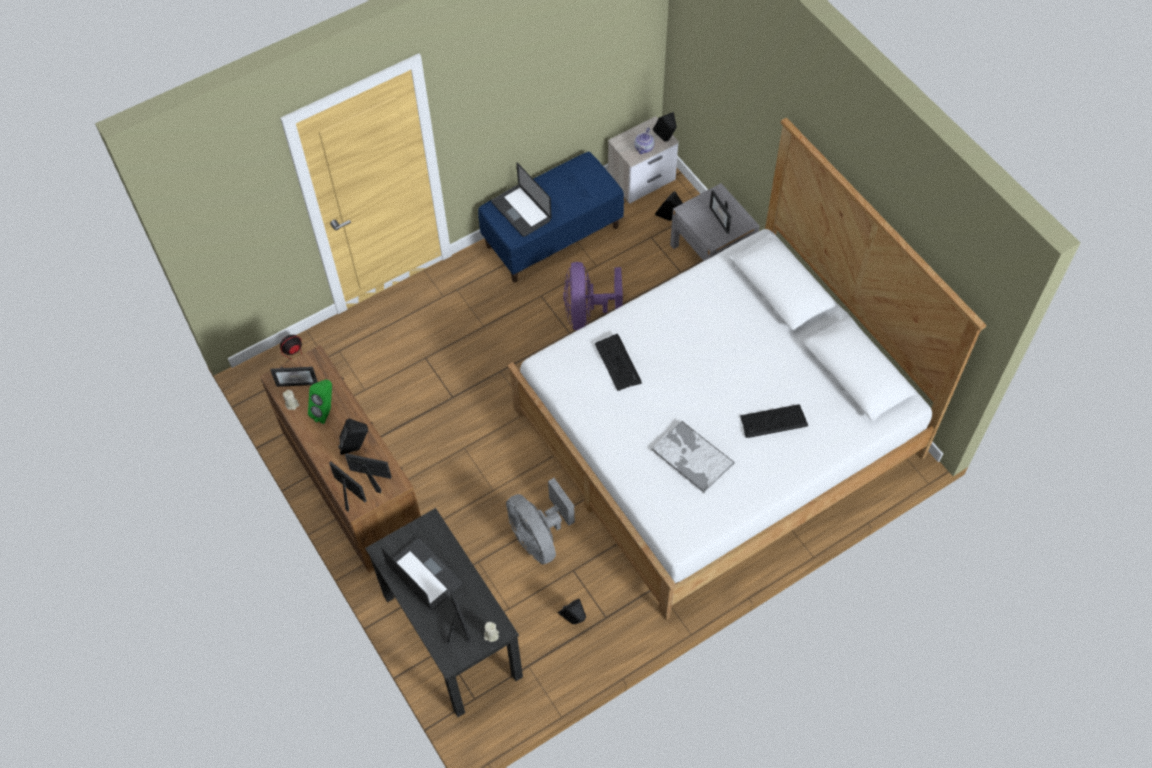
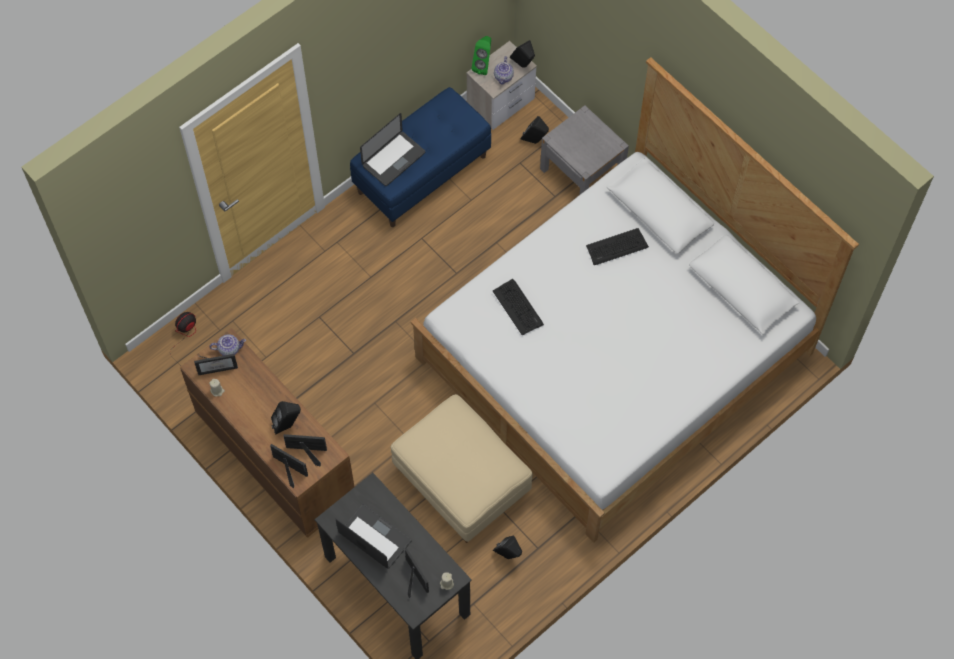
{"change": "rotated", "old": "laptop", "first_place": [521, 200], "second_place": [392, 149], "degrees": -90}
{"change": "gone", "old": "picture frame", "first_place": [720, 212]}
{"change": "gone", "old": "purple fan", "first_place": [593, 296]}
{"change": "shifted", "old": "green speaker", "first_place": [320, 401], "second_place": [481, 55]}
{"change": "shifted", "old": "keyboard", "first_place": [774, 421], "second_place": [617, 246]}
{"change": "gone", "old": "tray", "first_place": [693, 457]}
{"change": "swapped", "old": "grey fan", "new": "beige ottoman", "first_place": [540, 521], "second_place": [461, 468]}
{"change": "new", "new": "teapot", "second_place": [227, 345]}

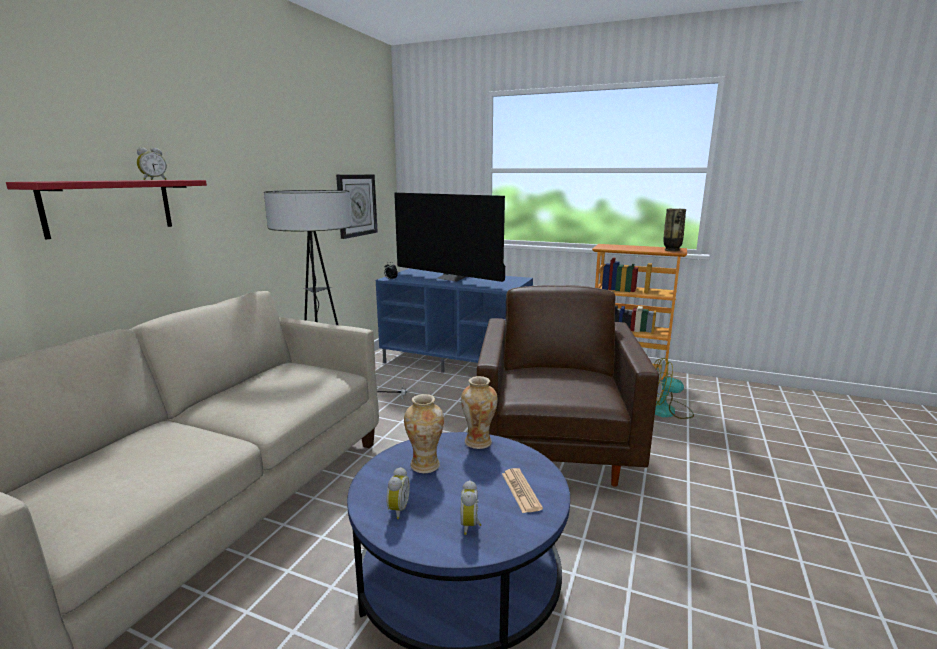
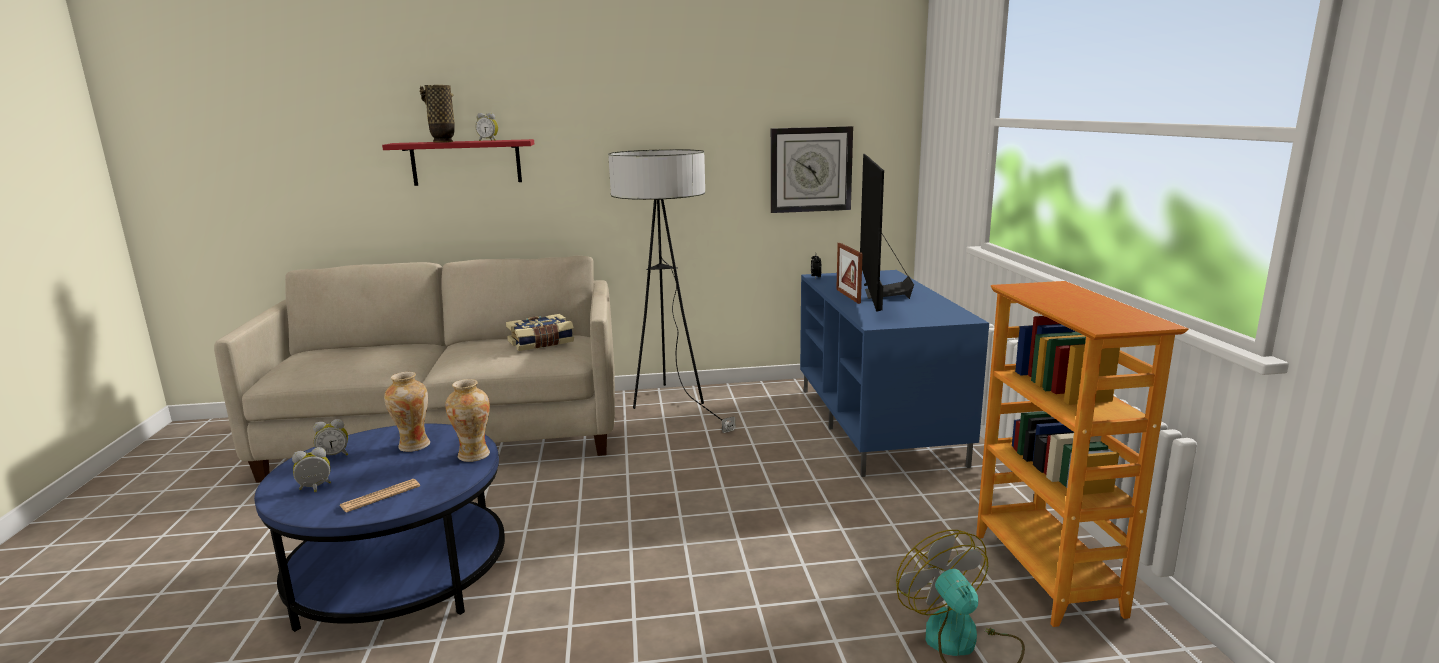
{"change": "shifted", "old": "vase", "first_place": [674, 230], "second_place": [437, 113]}
{"change": "gone", "old": "brown armchair", "first_place": [568, 386]}
{"change": "new", "new": "picture frame", "second_place": [849, 273]}
{"change": "new", "new": "book", "second_place": [540, 332]}

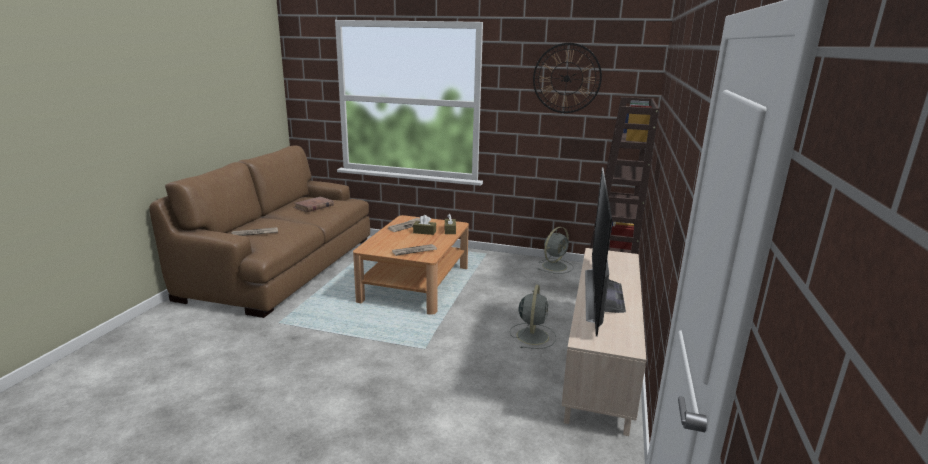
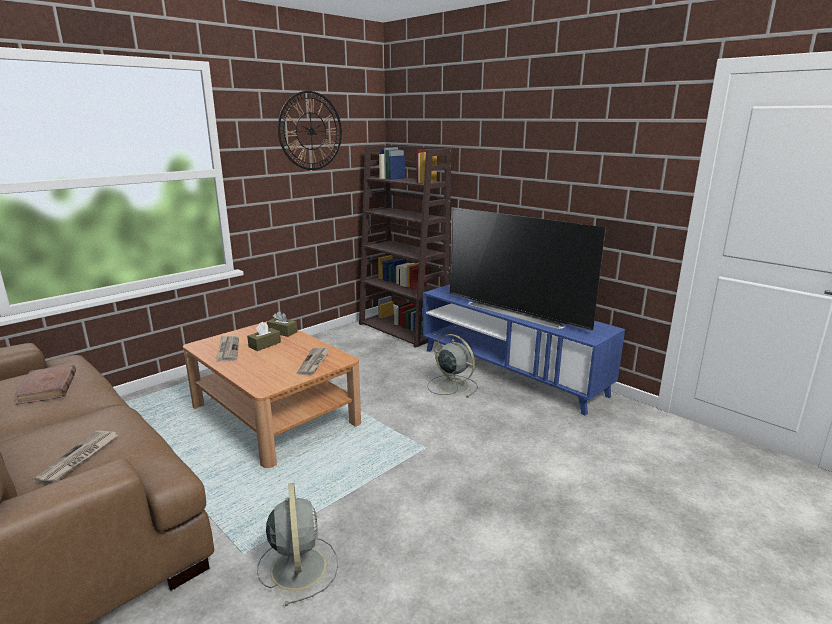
{"change": "shifted", "old": "grey fan", "first_place": [556, 250], "second_place": [297, 544]}
{"change": "repainted", "old": "beige tv stand", "new": "blue tv stand", "first_place": [603, 342], "second_place": [524, 350]}

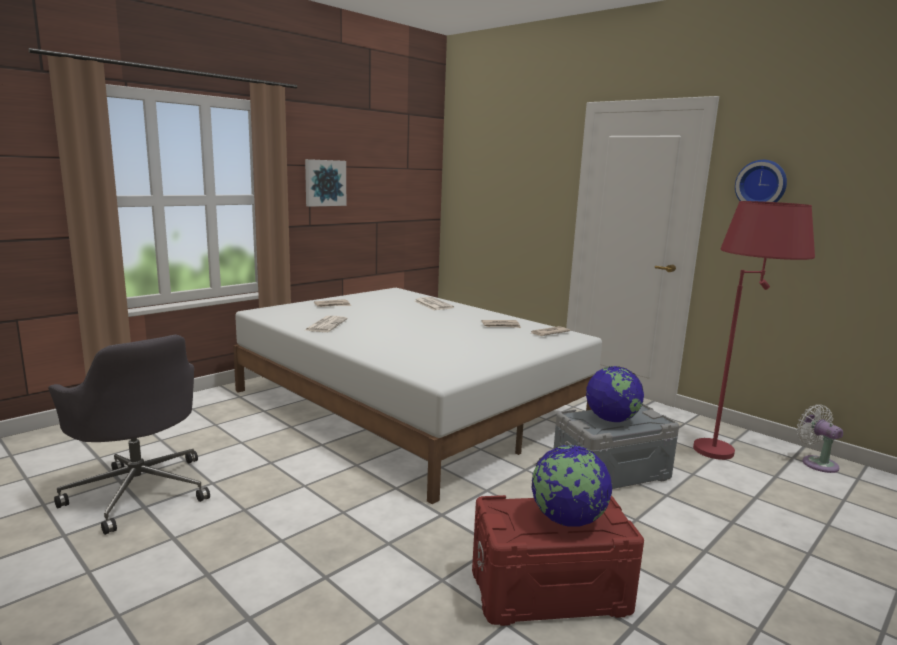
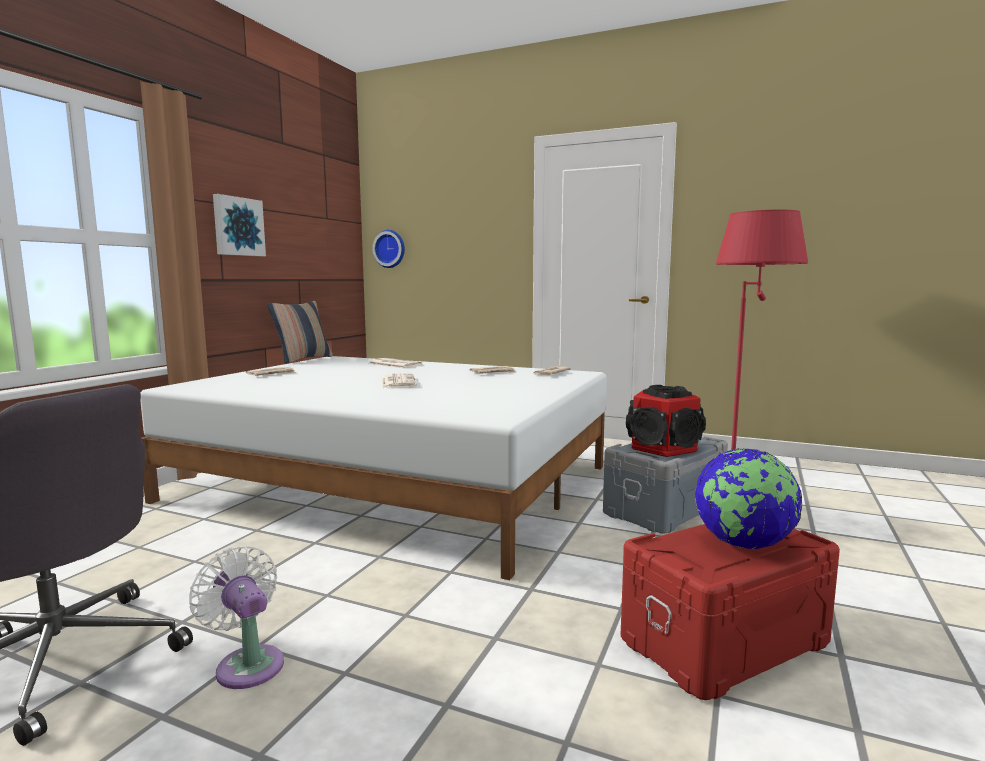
{"change": "shifted", "old": "wall clock", "first_place": [761, 181], "second_place": [388, 249]}
{"change": "shifted", "old": "newspaper", "first_place": [326, 324], "second_place": [399, 381]}
{"change": "swapped", "old": "globe", "new": "speaker", "first_place": [615, 394], "second_place": [666, 421]}
{"change": "shifted", "old": "white fan", "first_place": [819, 439], "second_place": [236, 617]}
{"change": "new", "new": "pillow", "second_place": [300, 332]}

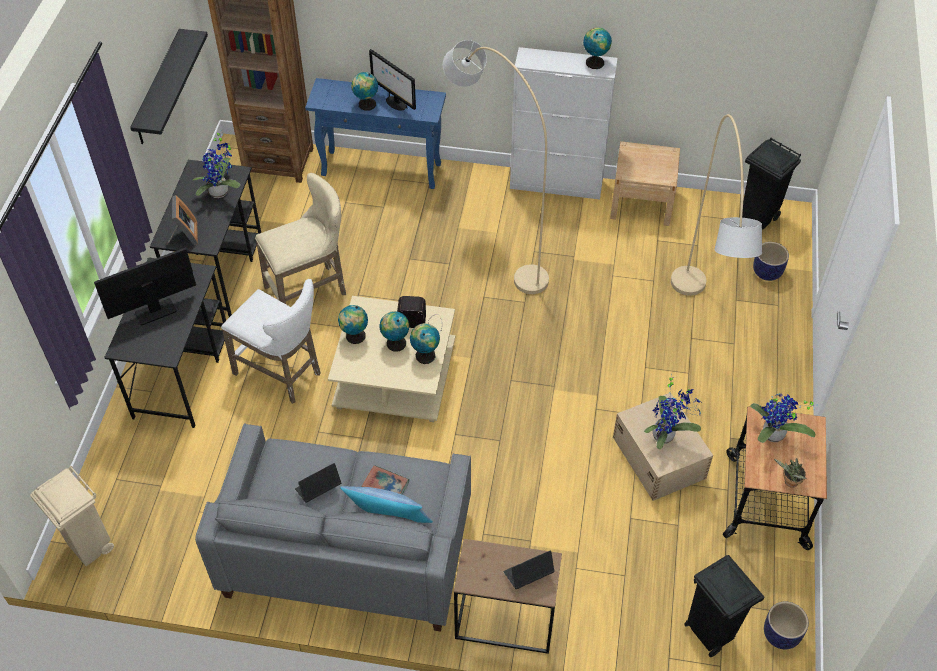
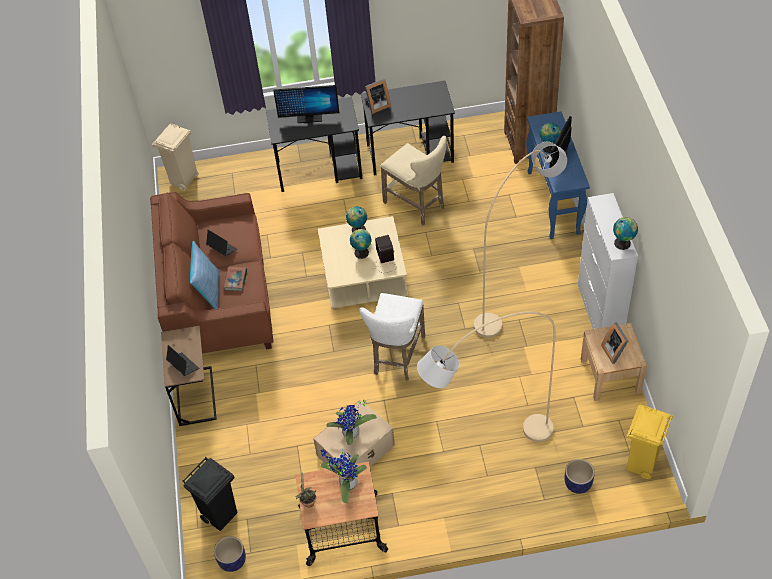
{"change": "gone", "old": "black shelf", "first_place": [169, 86]}
{"change": "gone", "old": "potted plant", "first_place": [216, 164]}
{"change": "repainted", "old": "black trash can", "new": "yellow trash can", "first_place": [771, 183], "second_place": [650, 442]}
{"change": "rotated", "old": "monitor", "first_place": [145, 286], "second_place": [306, 104], "degrees": 135}
{"change": "shifted", "old": "white stool", "first_place": [271, 341], "second_place": [392, 337]}
{"change": "gone", "old": "globe", "first_place": [425, 343]}
{"change": "repainted", "old": "grey sofa", "new": "brown sofa", "first_place": [333, 527], "second_place": [212, 273]}
{"change": "new", "new": "picture frame", "second_place": [614, 343]}

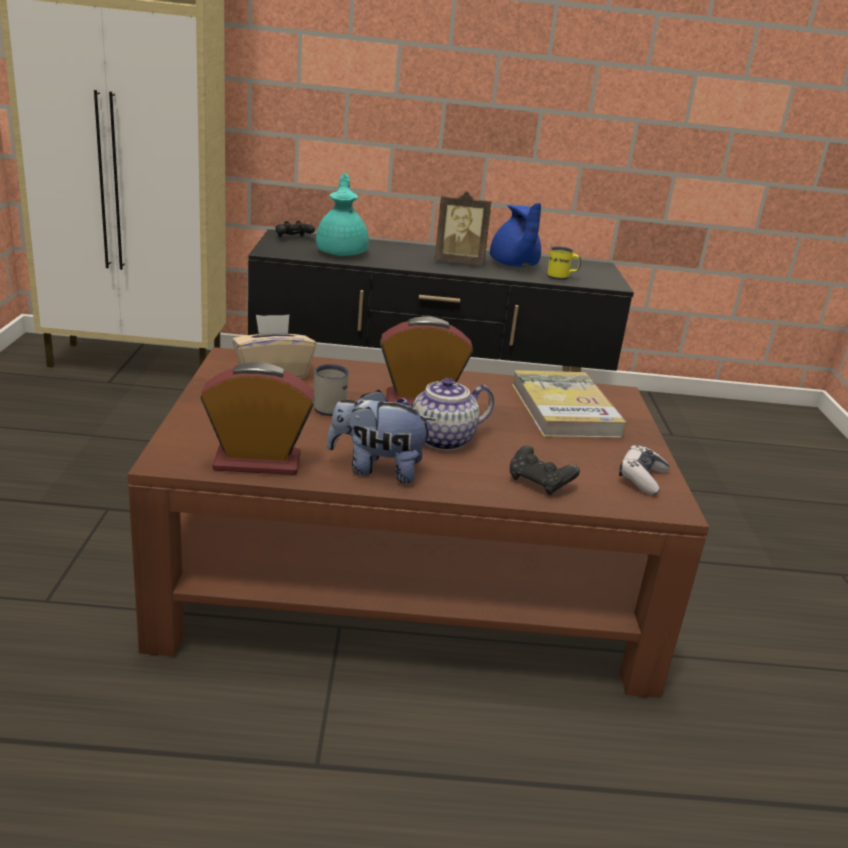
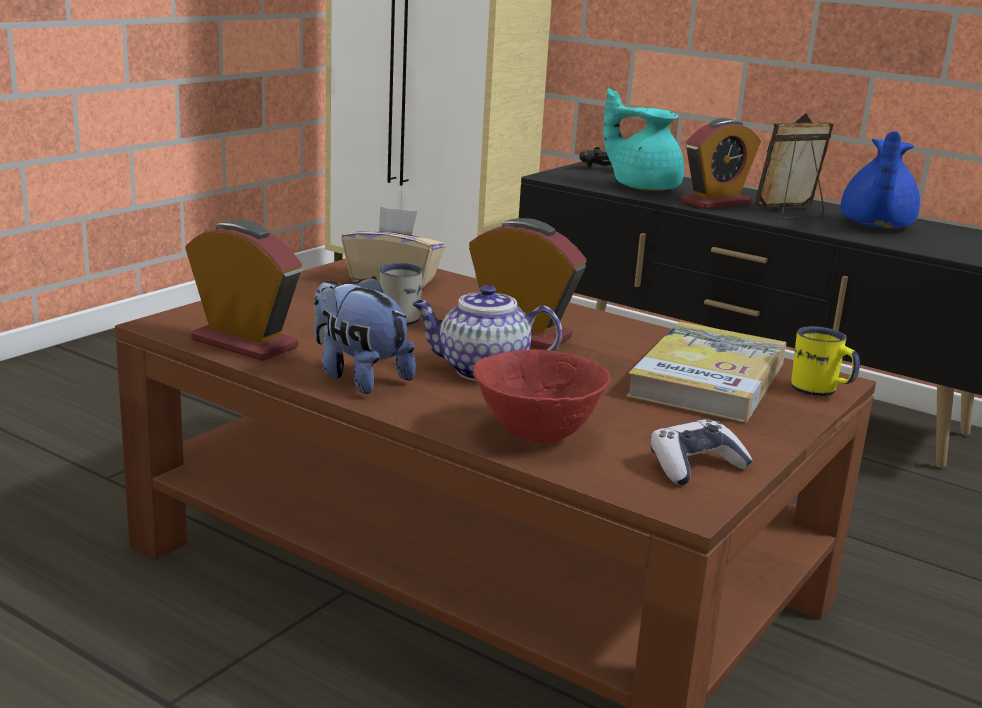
{"change": "rotated", "old": "turquoise teapot", "first_place": [342, 214], "second_place": [643, 139], "degrees": -90}
{"change": "rotated", "old": "picture frame", "first_place": [463, 228], "second_place": [794, 165], "degrees": 120}
{"change": "shifted", "old": "yellow mug", "first_place": [564, 263], "second_place": [825, 361]}
{"change": "swapped", "old": "black game controller", "new": "red bowl", "first_place": [545, 470], "second_place": [542, 396]}
{"change": "new", "new": "alarm clock", "second_place": [721, 163]}

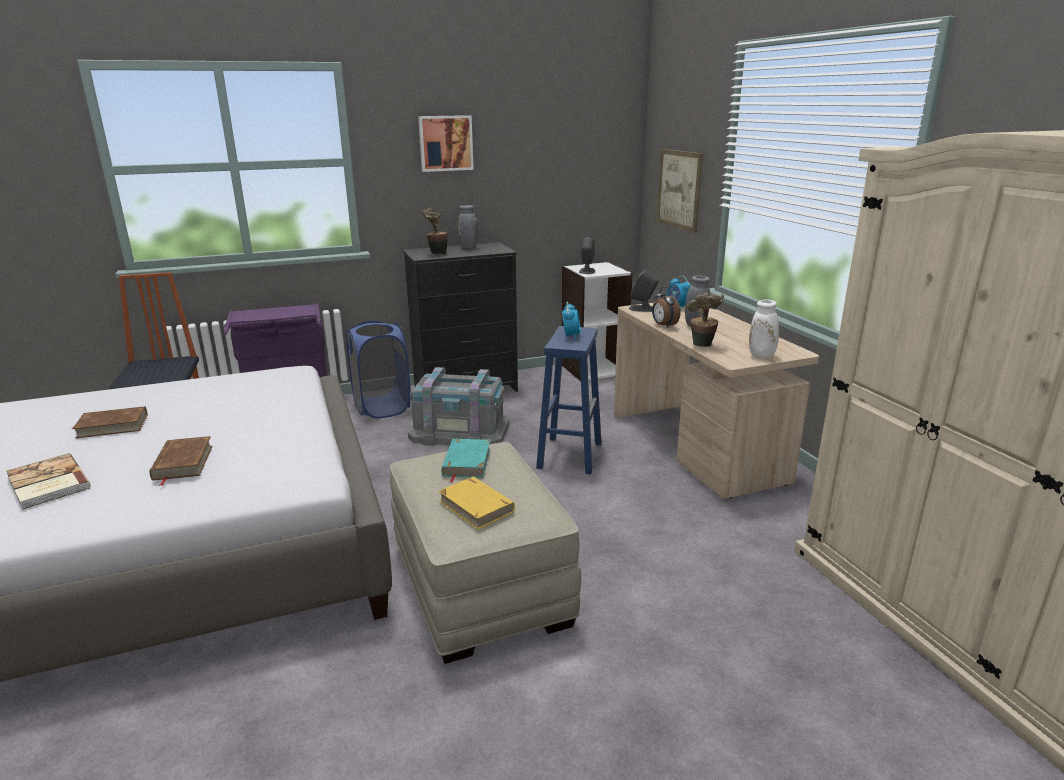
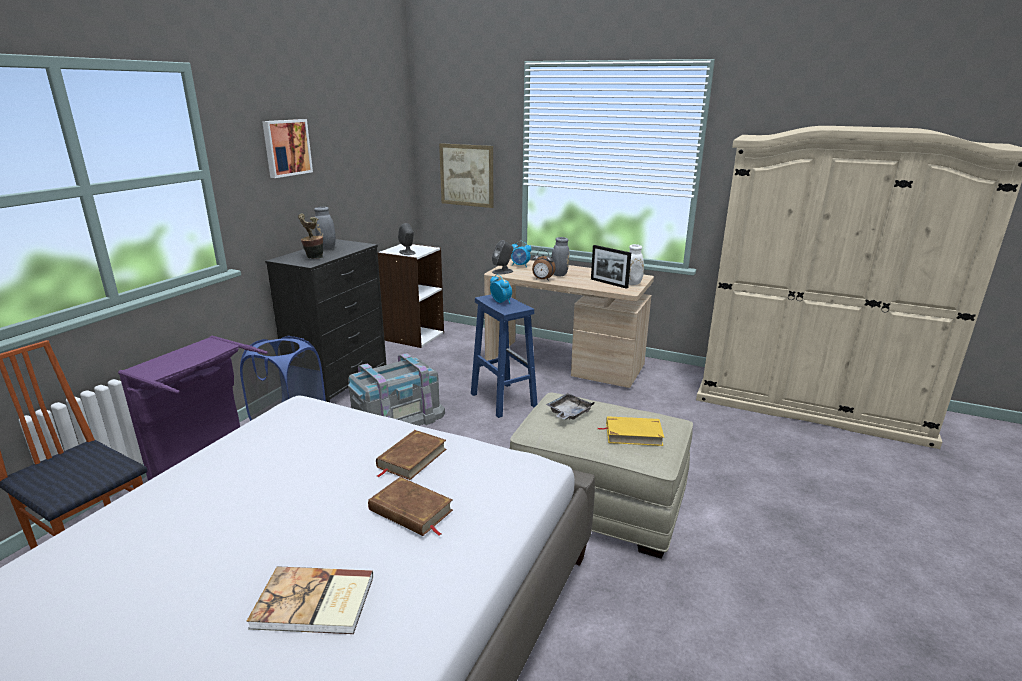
{"change": "gone", "old": "potted plant", "first_place": [705, 320]}
{"change": "shifted", "old": "brown book", "first_place": [110, 422], "second_place": [411, 455]}
{"change": "swapped", "old": "turquoise book", "new": "grey tray", "first_place": [466, 461], "second_place": [570, 406]}
{"change": "new", "new": "picture frame", "second_place": [611, 267]}

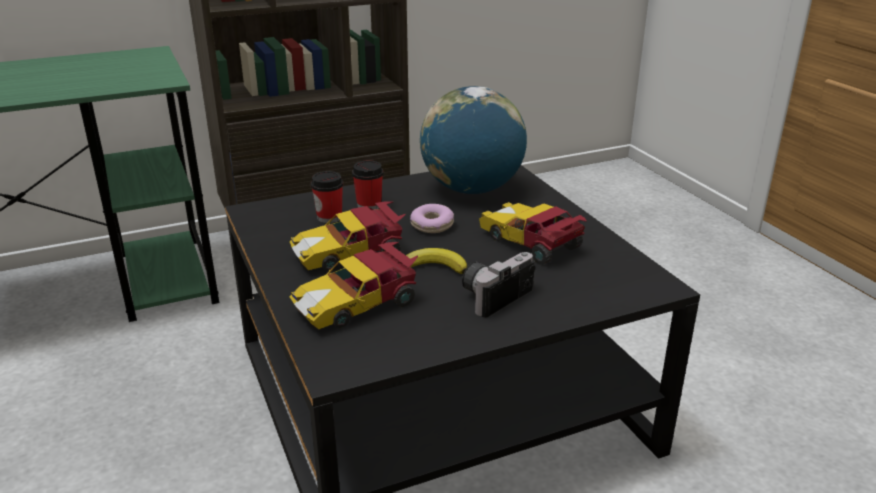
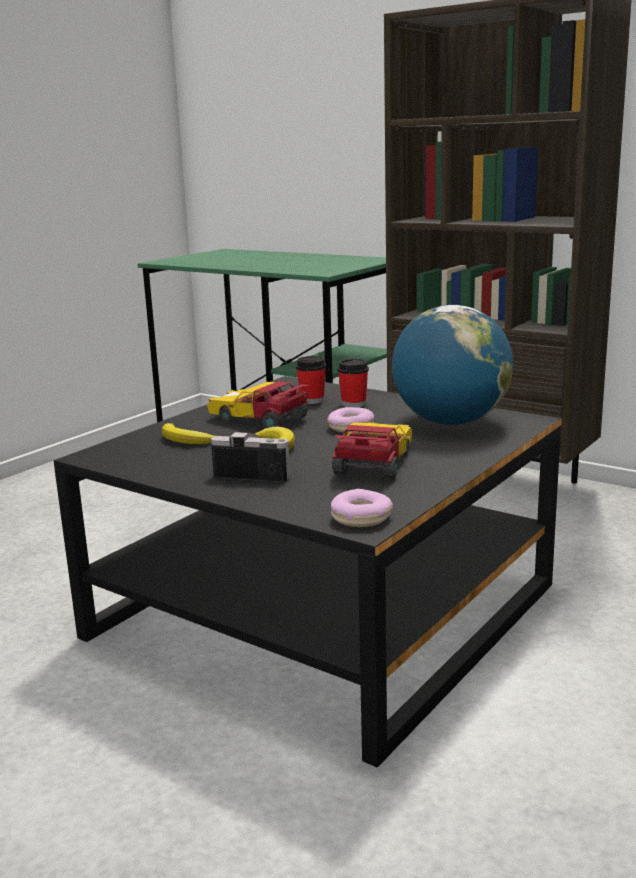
{"change": "swapped", "old": "toy car", "new": "banana", "first_place": [353, 285], "second_place": [188, 433]}
{"change": "new", "new": "donut", "second_place": [362, 508]}

